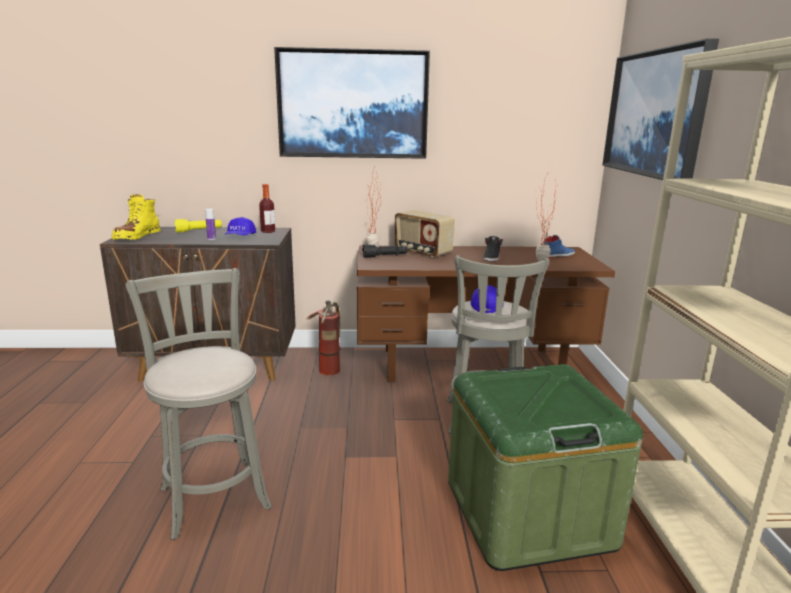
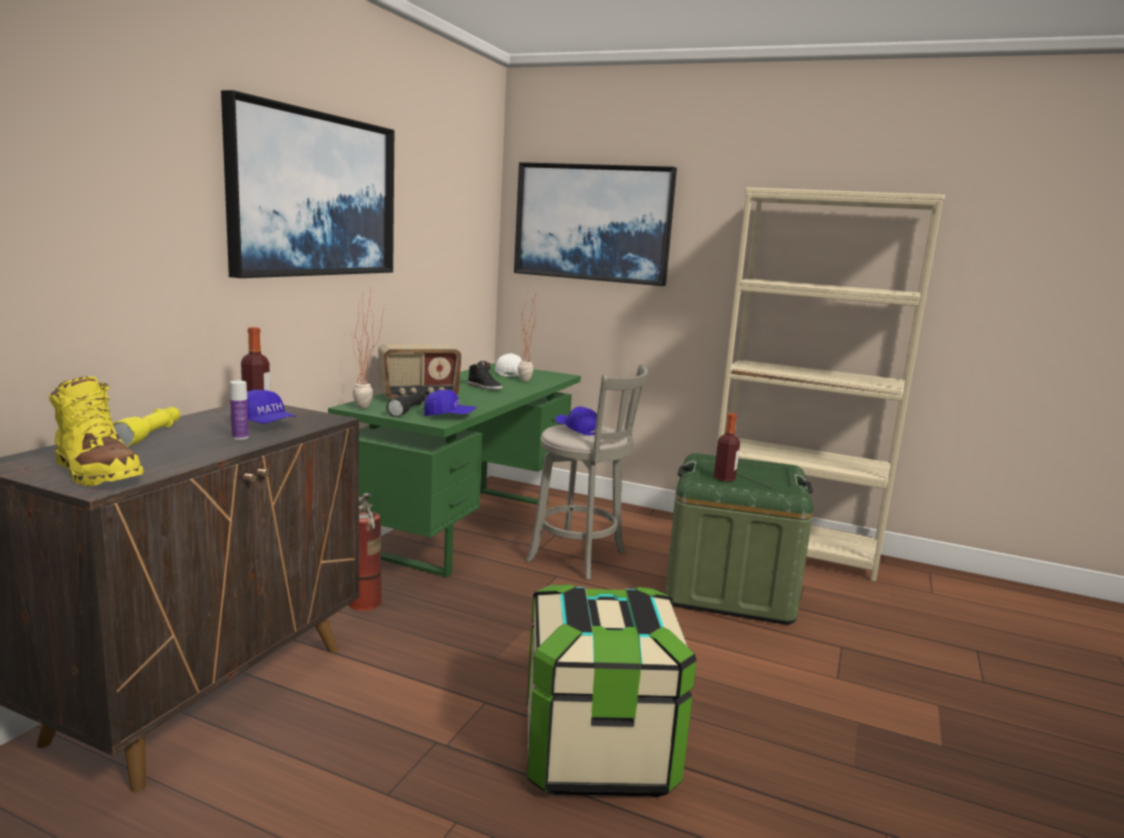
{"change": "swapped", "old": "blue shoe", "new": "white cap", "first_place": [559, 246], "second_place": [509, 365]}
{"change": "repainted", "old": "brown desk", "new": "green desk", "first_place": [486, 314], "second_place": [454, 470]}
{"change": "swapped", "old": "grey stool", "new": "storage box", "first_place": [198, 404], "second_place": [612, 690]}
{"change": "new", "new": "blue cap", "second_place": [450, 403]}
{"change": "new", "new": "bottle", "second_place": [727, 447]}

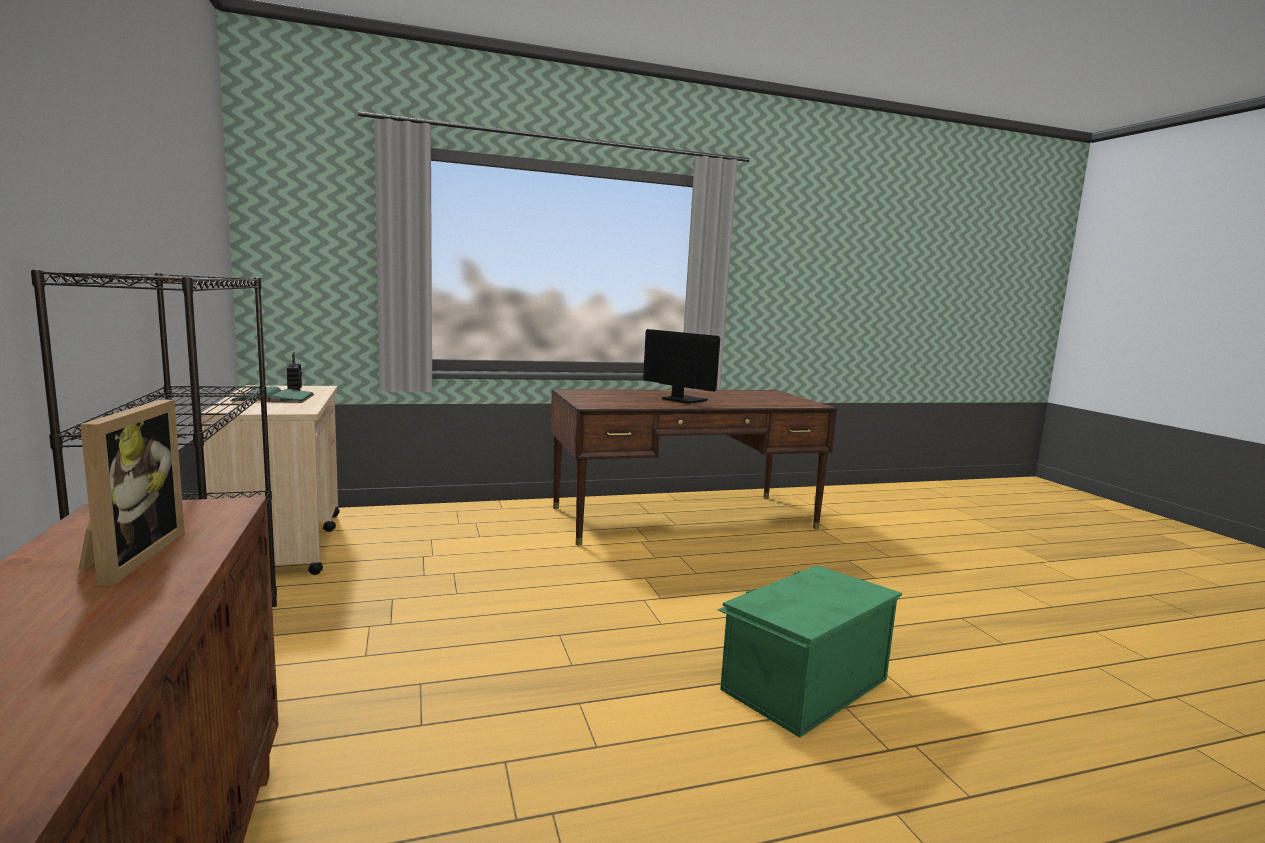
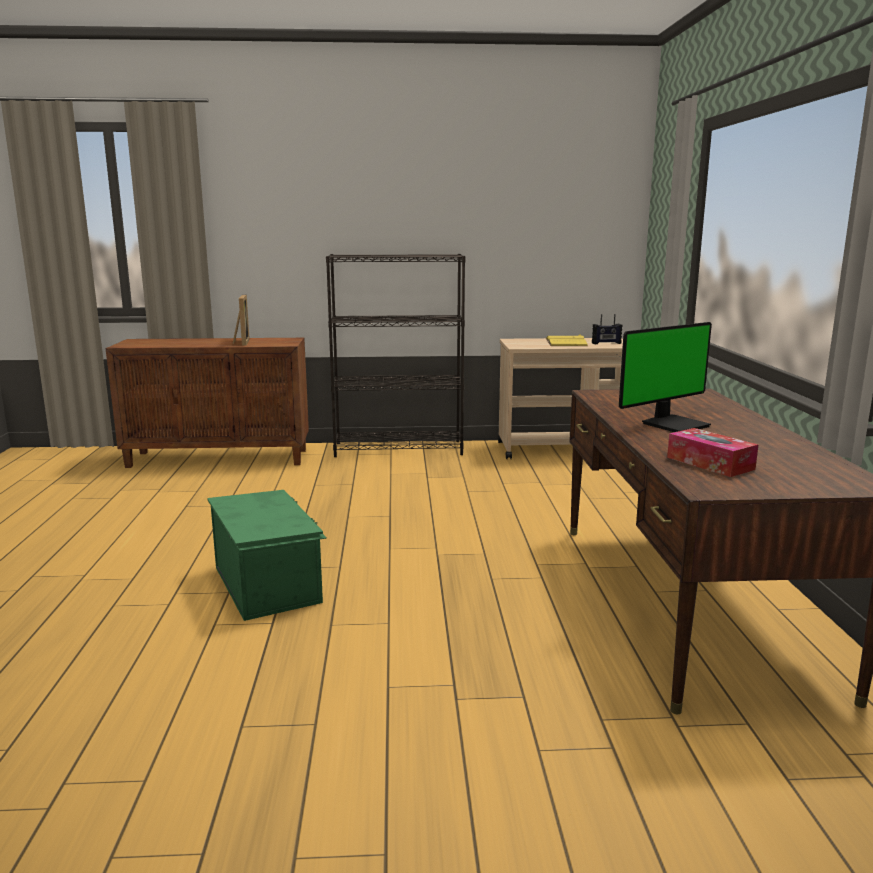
{"change": "repainted", "old": "green book", "new": "yellow book", "first_place": [272, 394], "second_place": [567, 340]}
{"change": "rotated", "old": "picture frame", "first_place": [131, 492], "second_place": [241, 320], "degrees": -105}
{"change": "new", "new": "tissue box", "second_place": [712, 452]}

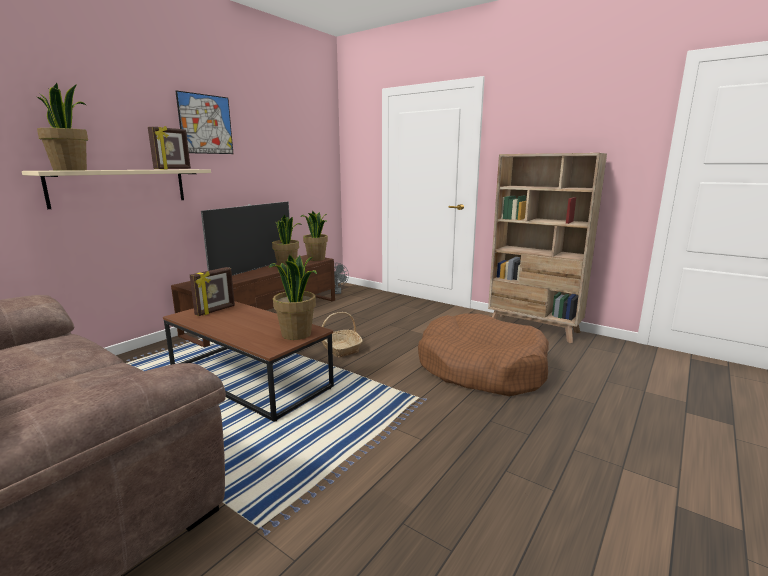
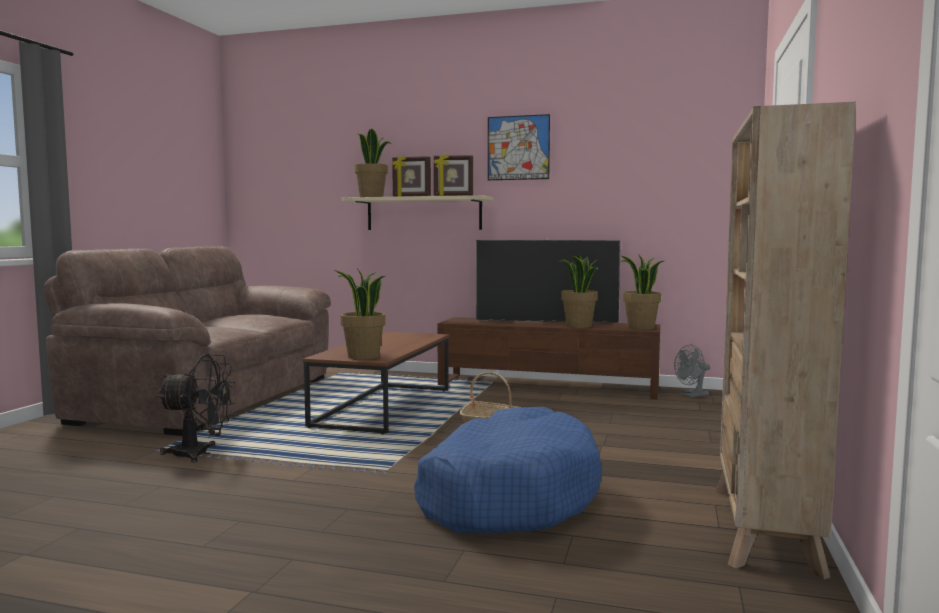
{"change": "shifted", "old": "picture frame", "first_place": [212, 291], "second_place": [411, 176]}
{"change": "repainted", "old": "brown dog bed", "new": "blue dog bed", "first_place": [483, 354], "second_place": [508, 470]}
{"change": "new", "new": "black fan", "second_place": [196, 408]}

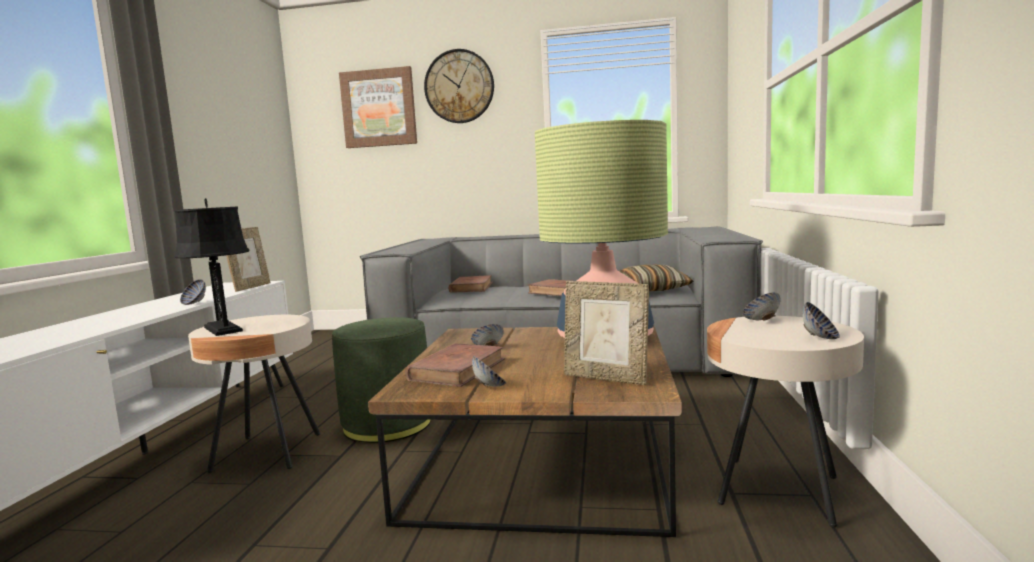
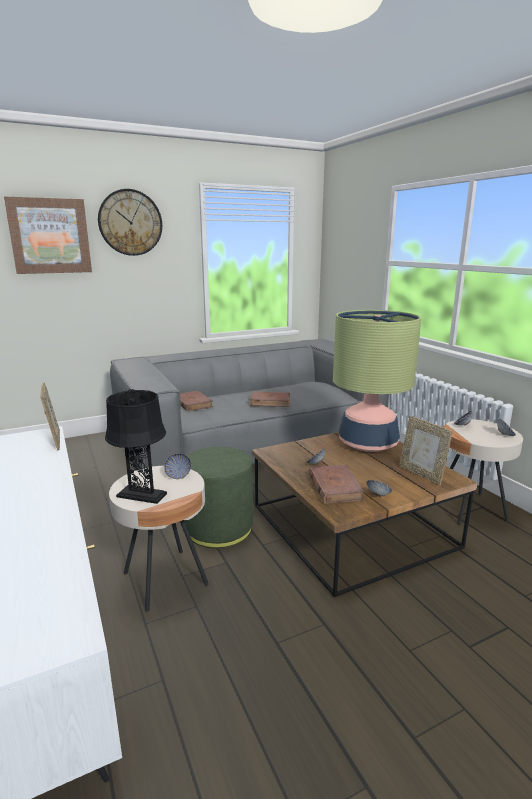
{"change": "gone", "old": "pillow", "first_place": [656, 277]}
{"change": "shifted", "old": "bowl", "first_place": [193, 292], "second_place": [177, 466]}
{"change": "rotated", "old": "picture frame", "first_place": [606, 333], "second_place": [426, 450], "degrees": 60}

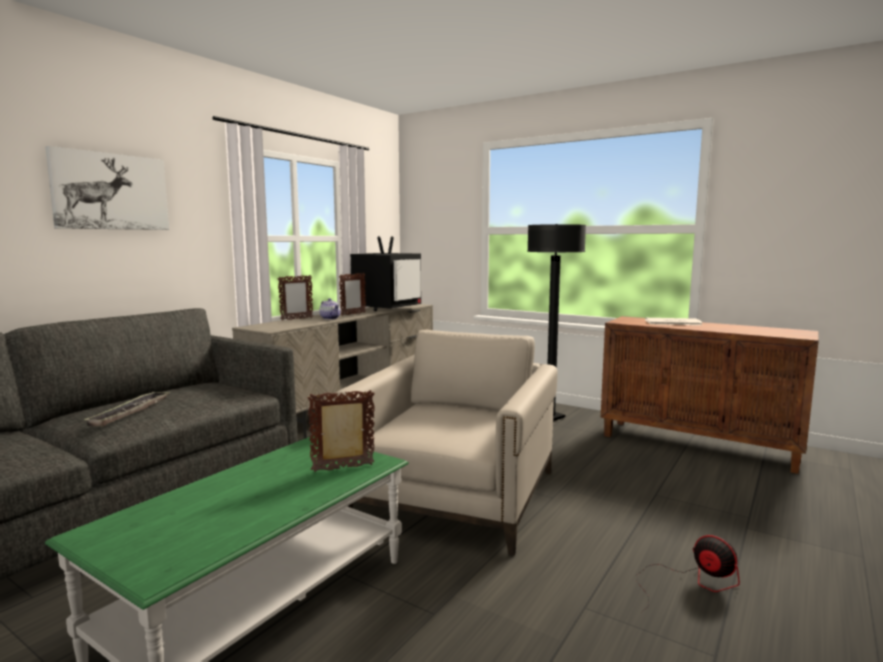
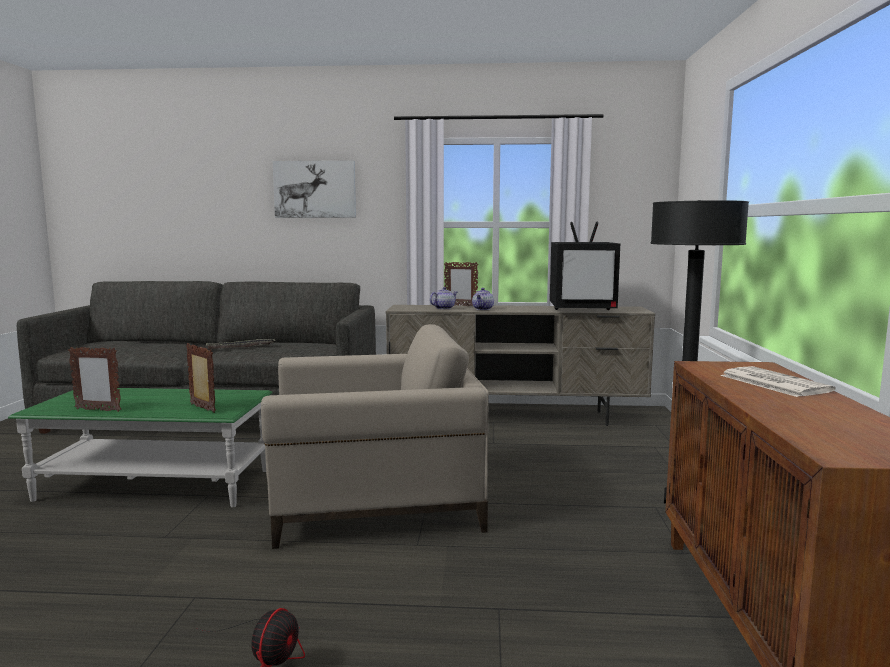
{"change": "shifted", "old": "picture frame", "first_place": [352, 294], "second_place": [94, 379]}
{"change": "new", "new": "teapot", "second_place": [443, 298]}

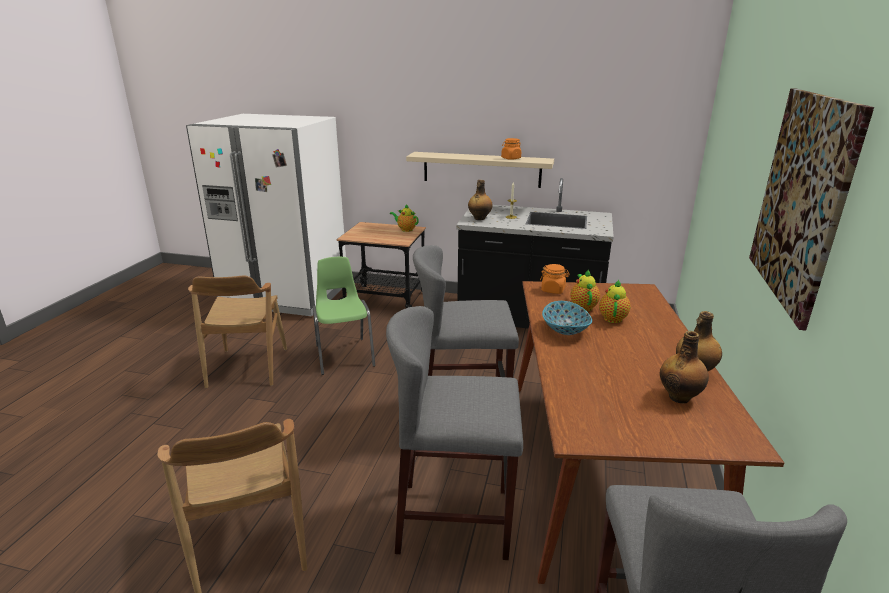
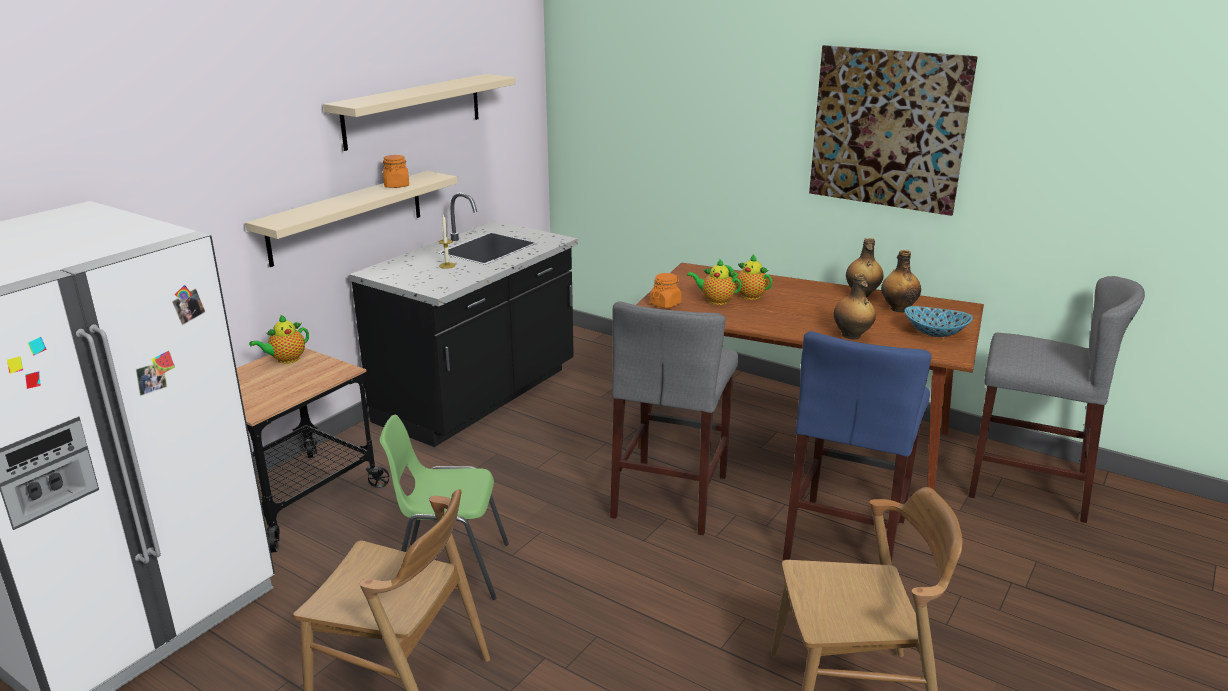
{"change": "shifted", "old": "bottle", "first_place": [480, 200], "second_place": [855, 307]}
{"change": "shifted", "old": "bowl", "first_place": [567, 318], "second_place": [939, 321]}
{"change": "repainted", "old": "grey stool", "new": "blue stool", "first_place": [454, 433], "second_place": [857, 447]}
{"change": "new", "new": "beige shelf", "second_place": [419, 112]}

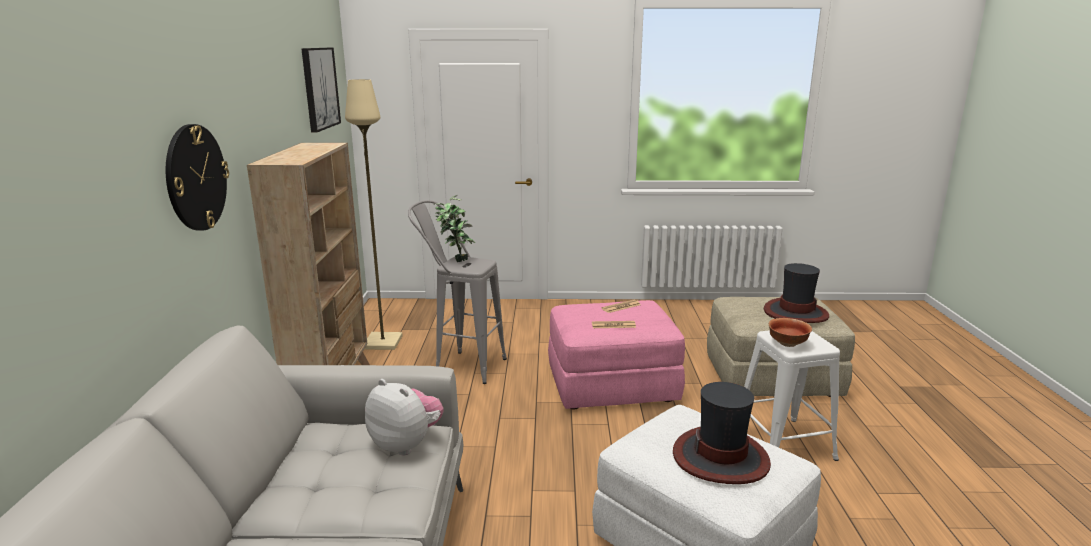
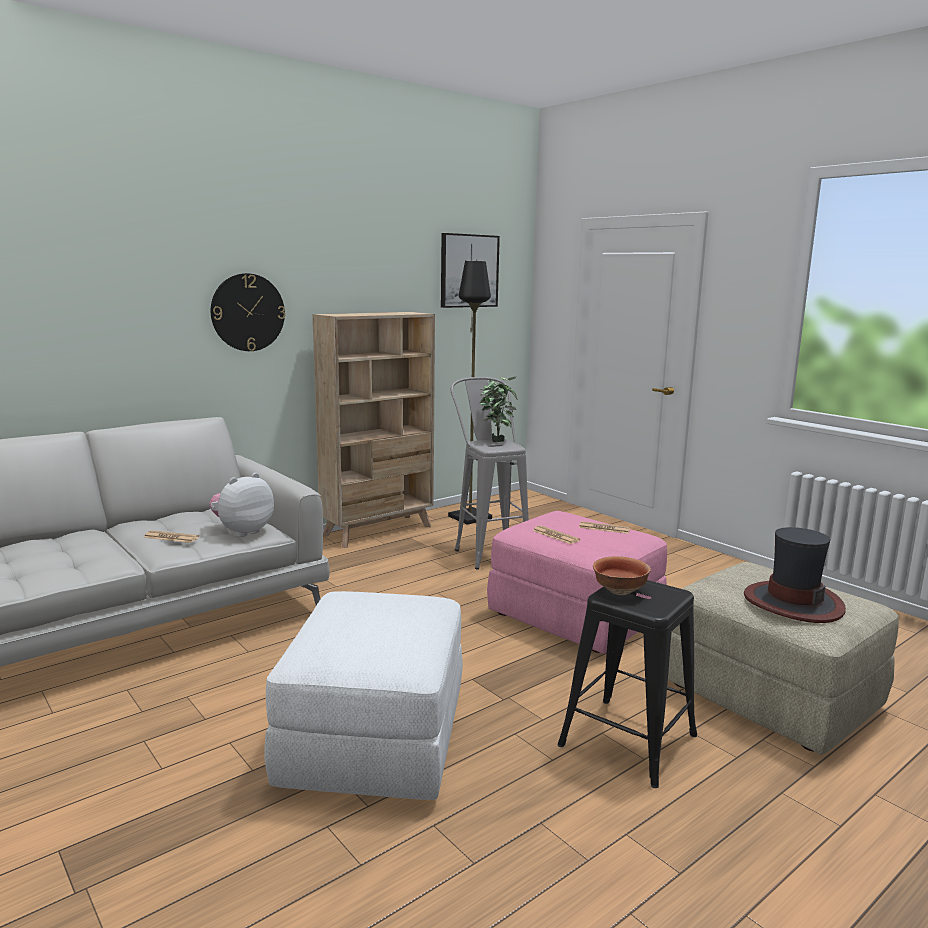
{"change": "repainted", "old": "beige floor lamp", "new": "black floor lamp", "first_place": [374, 214], "second_place": [470, 393]}
{"change": "repainted", "old": "white stool", "new": "black stool", "first_place": [792, 395], "second_place": [627, 684]}
{"change": "rotated", "old": "plush toy", "first_place": [404, 417], "second_place": [241, 505], "degrees": -135}
{"change": "gone", "old": "hat", "first_place": [722, 433]}
{"change": "new", "new": "newspaper", "second_place": [171, 536]}

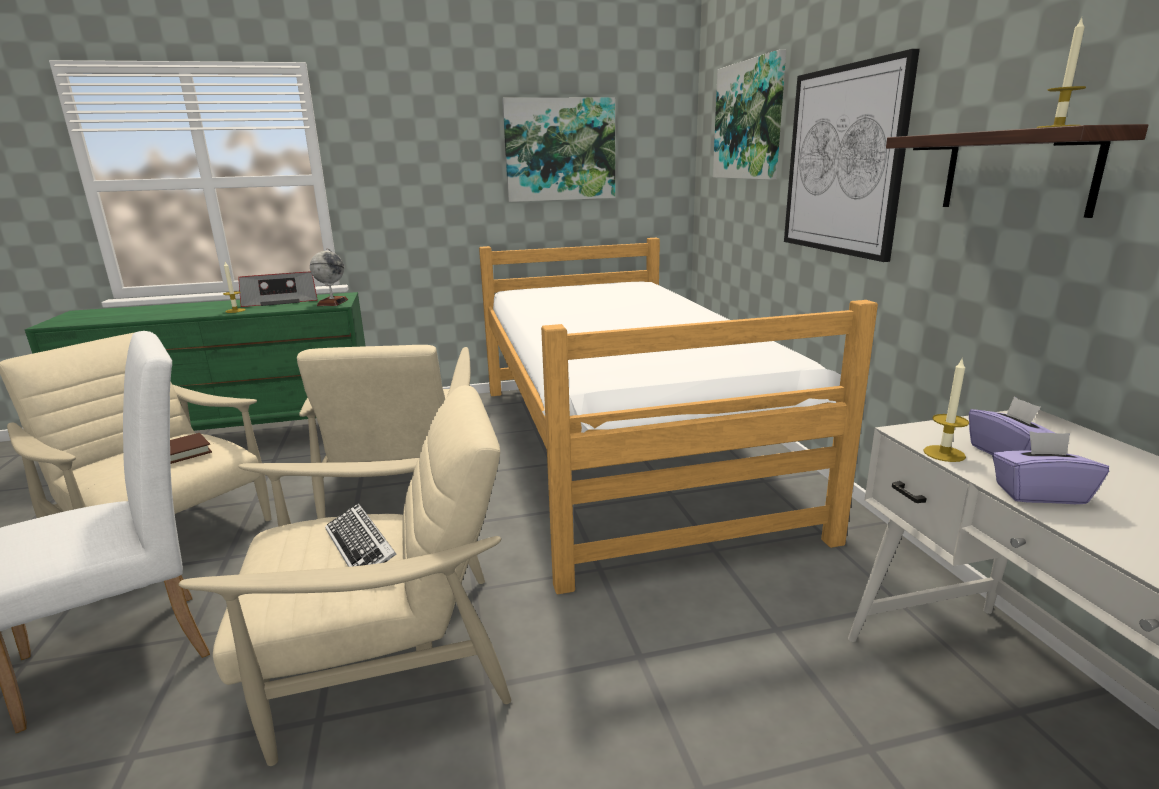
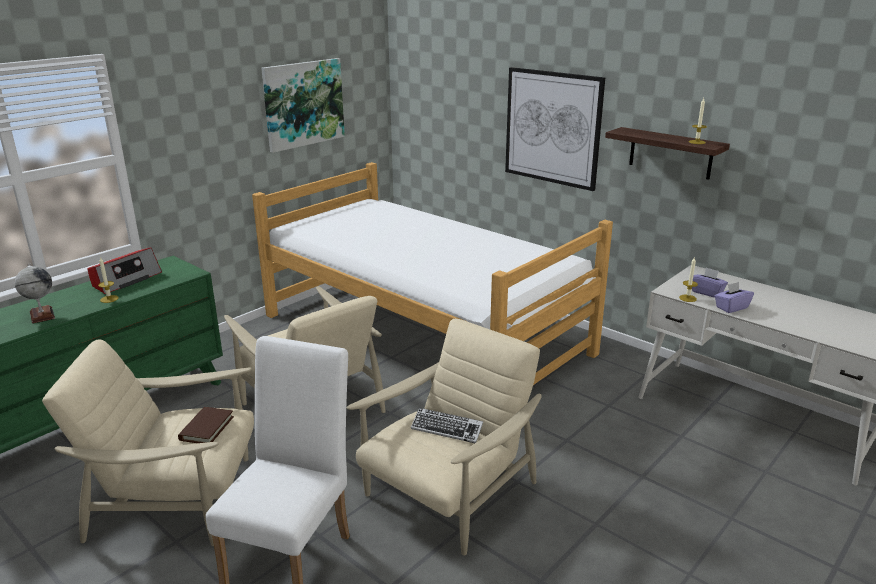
{"change": "gone", "old": "picture", "first_place": [749, 114]}
{"change": "shifted", "old": "globe", "first_place": [329, 277], "second_place": [35, 294]}

